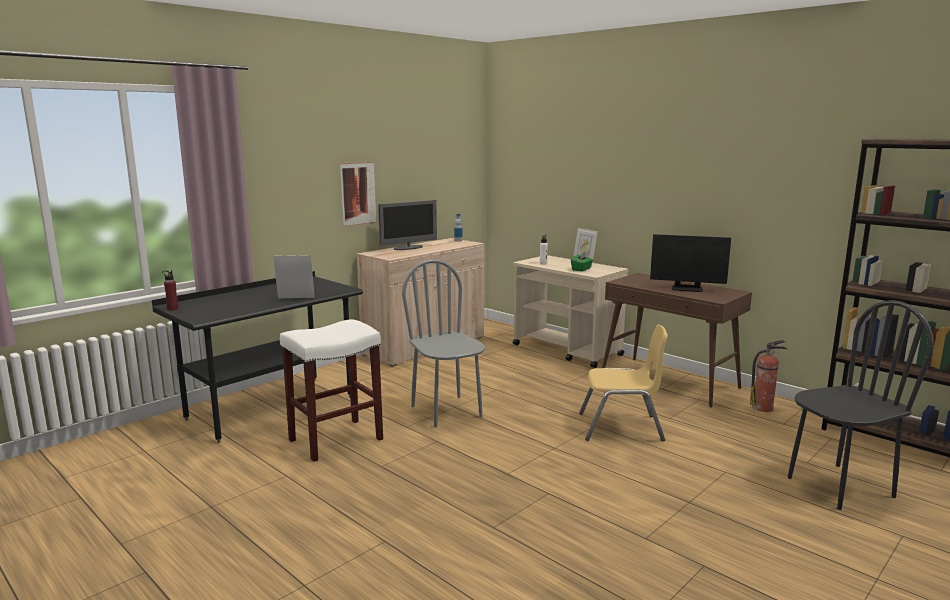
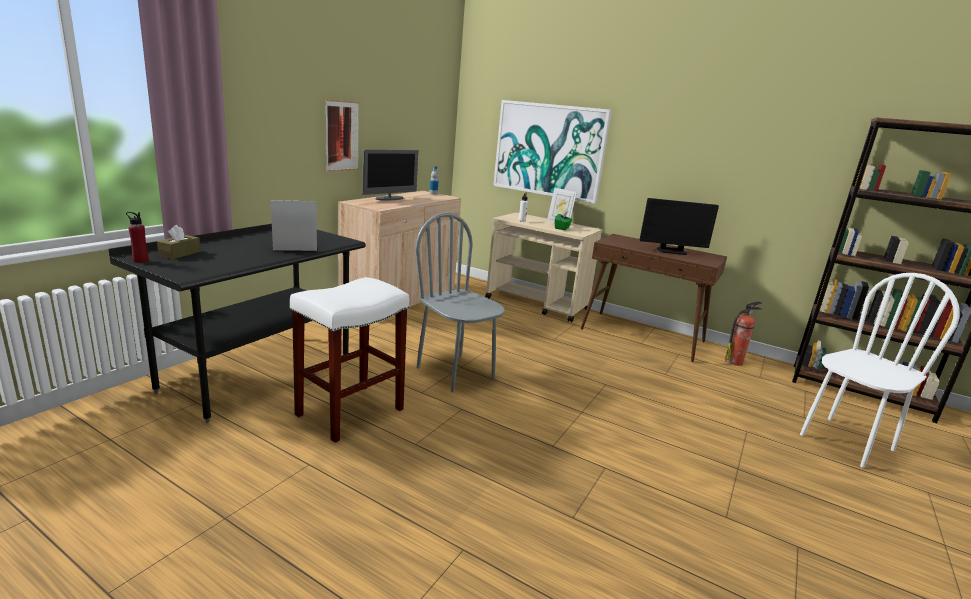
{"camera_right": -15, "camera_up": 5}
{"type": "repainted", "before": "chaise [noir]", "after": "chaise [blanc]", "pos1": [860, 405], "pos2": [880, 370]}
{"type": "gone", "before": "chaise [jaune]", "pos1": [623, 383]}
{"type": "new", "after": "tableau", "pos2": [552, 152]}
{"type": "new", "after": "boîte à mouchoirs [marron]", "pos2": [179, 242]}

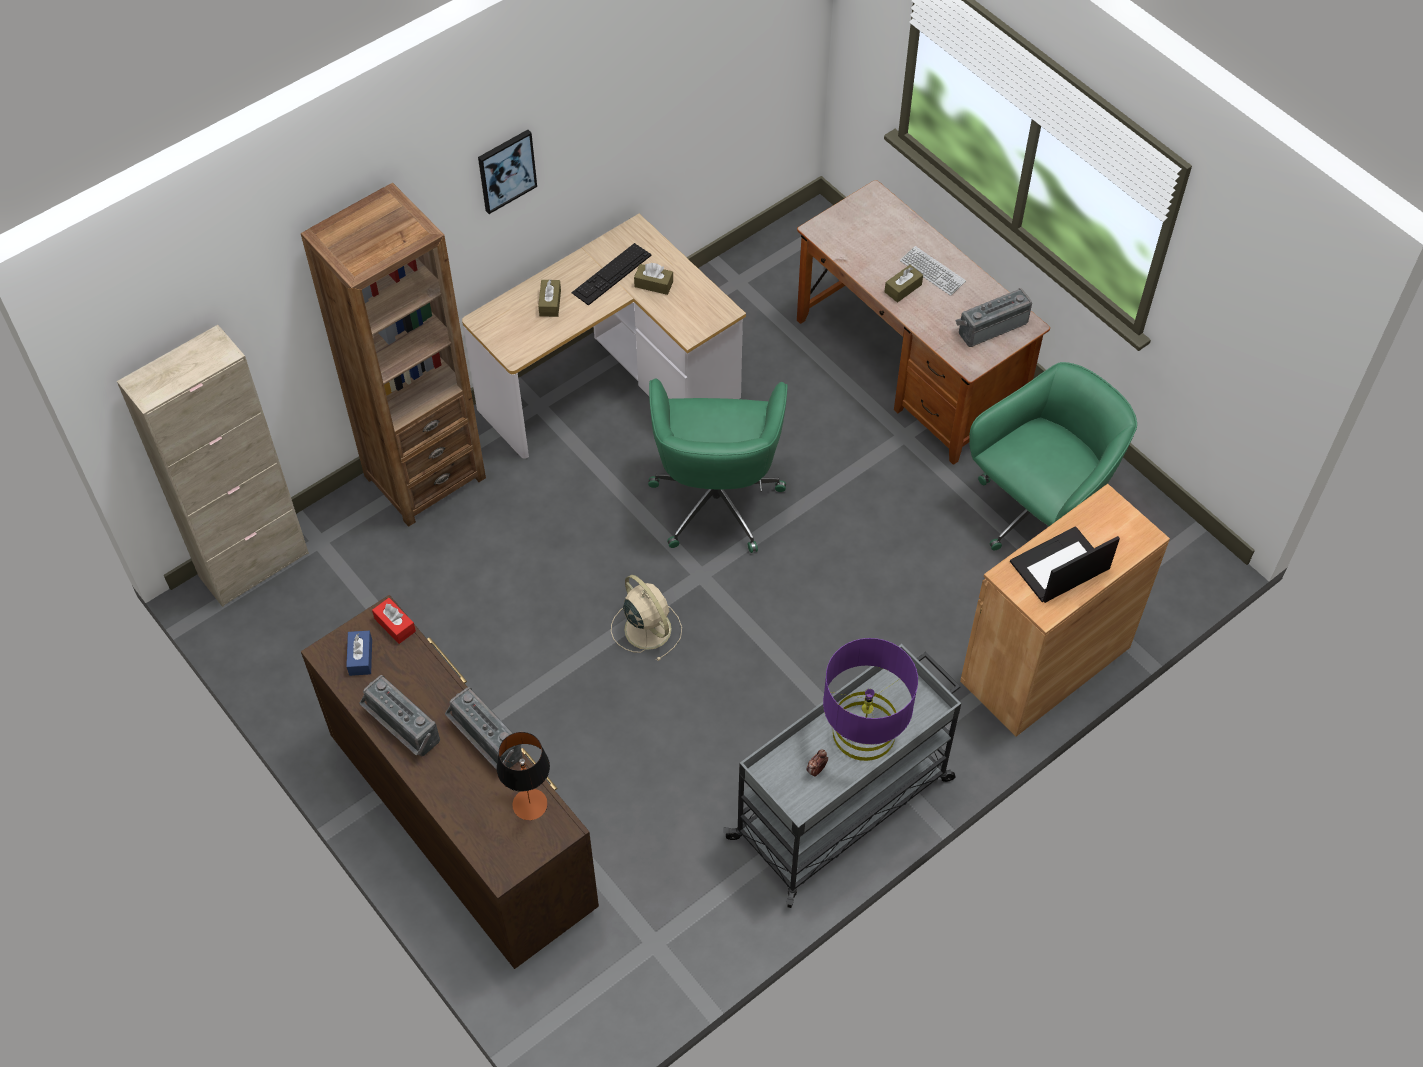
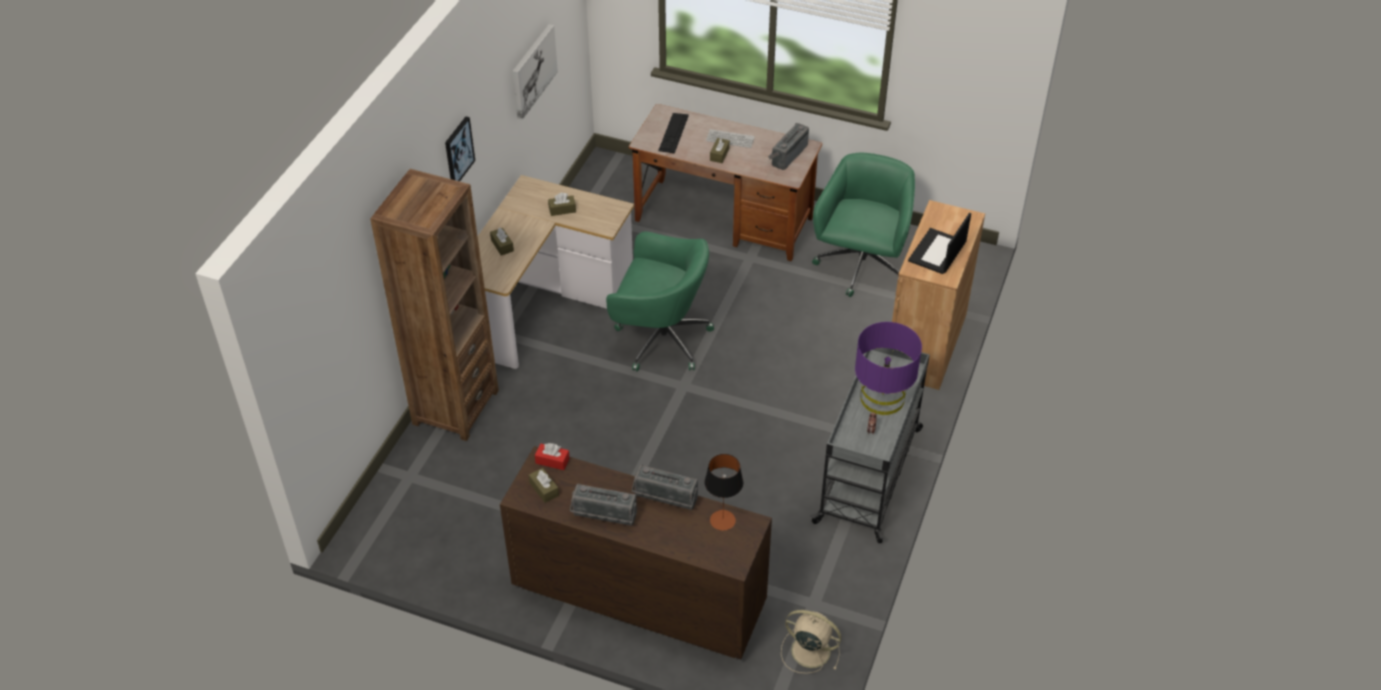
{"camera_right": -30, "camera_up": -10}
{"type": "shifted", "before": "clavier", "pos1": [611, 274], "pos2": [673, 133]}
{"type": "gone", "before": "meuble de rangement [beige]", "pos1": [213, 466]}
{"type": "rotated", "before": "chaise de bureau [vert]", "pos1": [718, 465], "pos2": [660, 301], "turn": -45}
{"type": "shifted", "before": "ventilateur [beige]", "pos1": [646, 618], "pos2": [811, 642]}
{"type": "repainted", "before": "boîte à mouchoirs [bleu]", "after": "boîte à mouchoirs [marron]", "pos1": [359, 653], "pos2": [544, 485]}
{"type": "new", "after": "tableau", "pos2": [535, 72]}

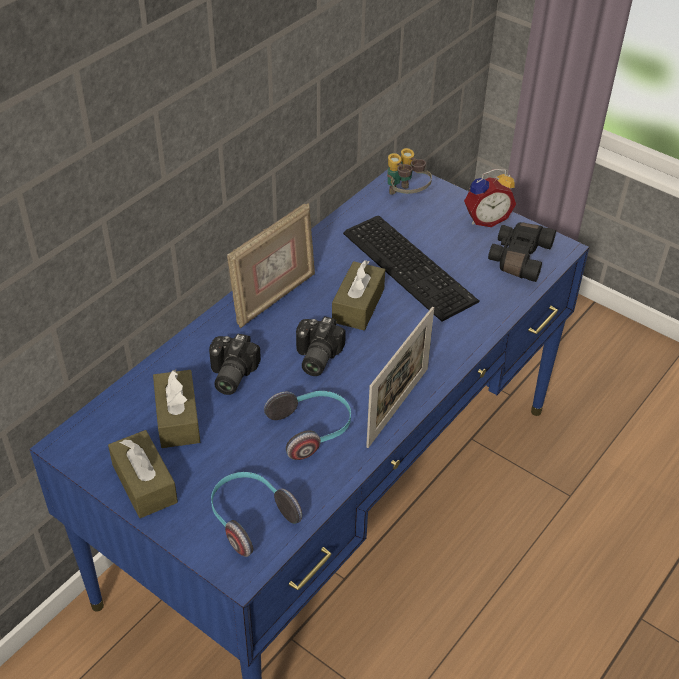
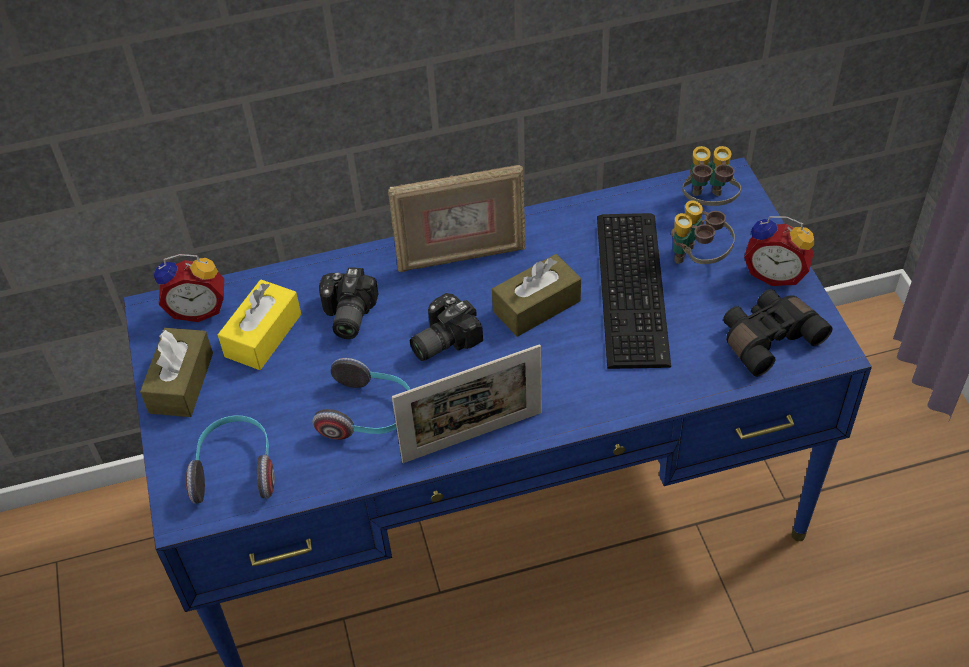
{"camera_right": 40, "camera_up": 5}
{"type": "rotated", "before": "appareil photo", "pos1": [235, 364], "pos2": [348, 303], "turn": -45}
{"type": "repainted", "before": "boîte à mouchoirs [marron]", "after": "boîte à mouchoirs [jaune]", "pos1": [176, 408], "pos2": [259, 325]}
{"type": "new", "after": "jumelles", "pos2": [703, 232]}
{"type": "new", "after": "réveil", "pos2": [189, 288]}

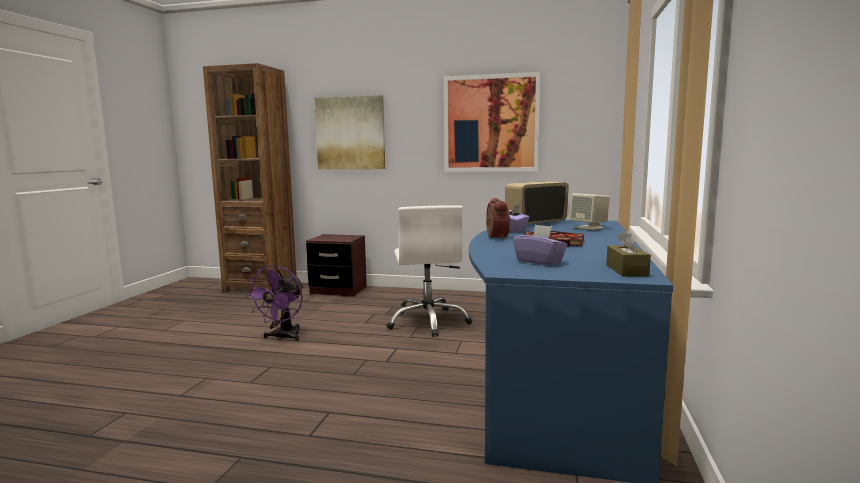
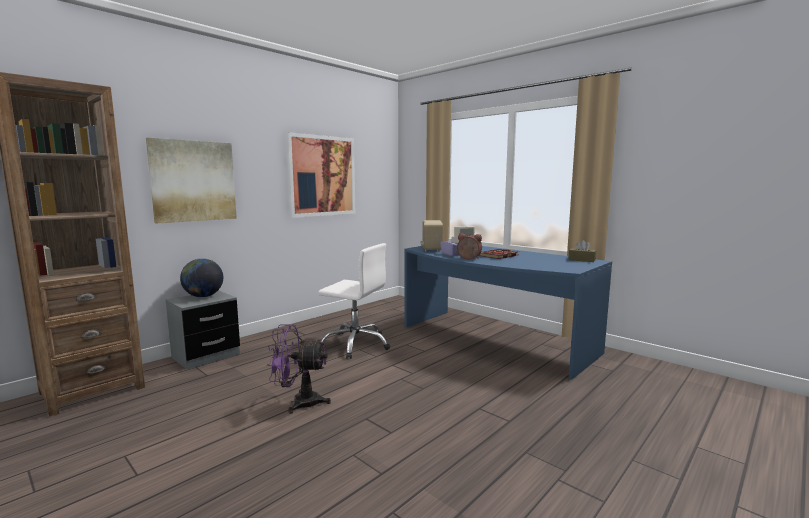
{"camera_right": -60, "camera_up": 0}
{"type": "gone", "before": "boîte à mouchoirs [violet]", "pos1": [540, 245]}
{"type": "repainted", "before": "table de chevet [marron]", "after": "table de chevet [gris]", "pos1": [336, 265], "pos2": [203, 330]}
{"type": "rotated", "before": "ventilateur [violet]", "pos1": [274, 303], "pos2": [299, 369], "turn": 135}
{"type": "new", "after": "globe", "pos2": [201, 277]}

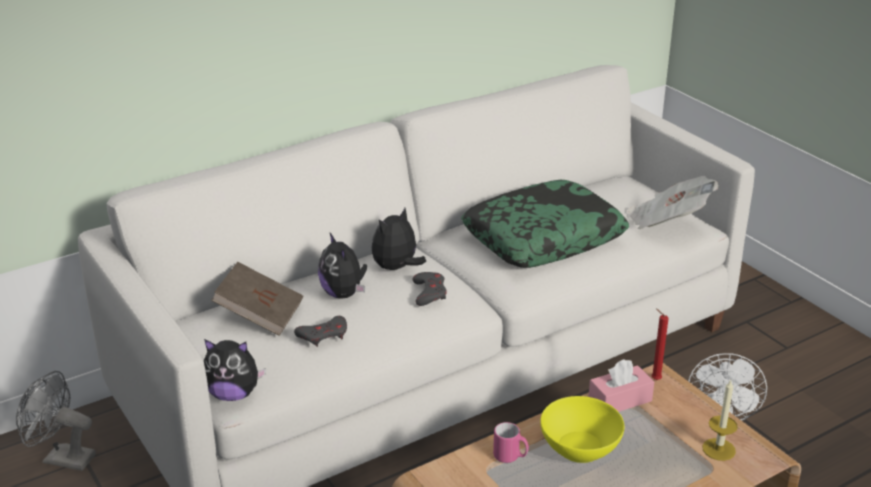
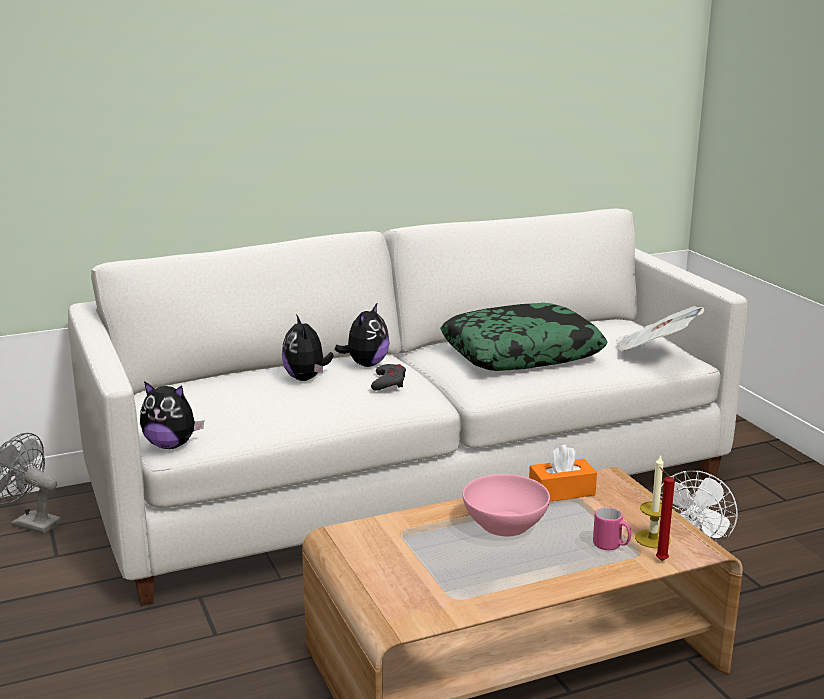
{"camera_right": 10, "camera_up": -10}
{"type": "rotated", "before": "peluche", "pos1": [399, 239], "pos2": [362, 334], "turn": 150}
{"type": "gone", "before": "livre [marron]", "pos1": [257, 299]}
{"type": "shifted", "before": "bougie [rouge]", "pos1": [660, 344], "pos2": [665, 514]}
{"type": "gone", "before": "manette [gris]", "pos1": [320, 331]}
{"type": "repainted", "before": "boîte à mouchoirs [rose]", "after": "boîte à mouchoirs [orange]", "pos1": [621, 385], "pos2": [563, 473]}
{"type": "repainted", "before": "bol [jaune]", "after": "bol [rose]", "pos1": [582, 429], "pos2": [506, 505]}
{"type": "shifted", "before": "mug [rose]", "pos1": [511, 442], "pos2": [612, 528]}

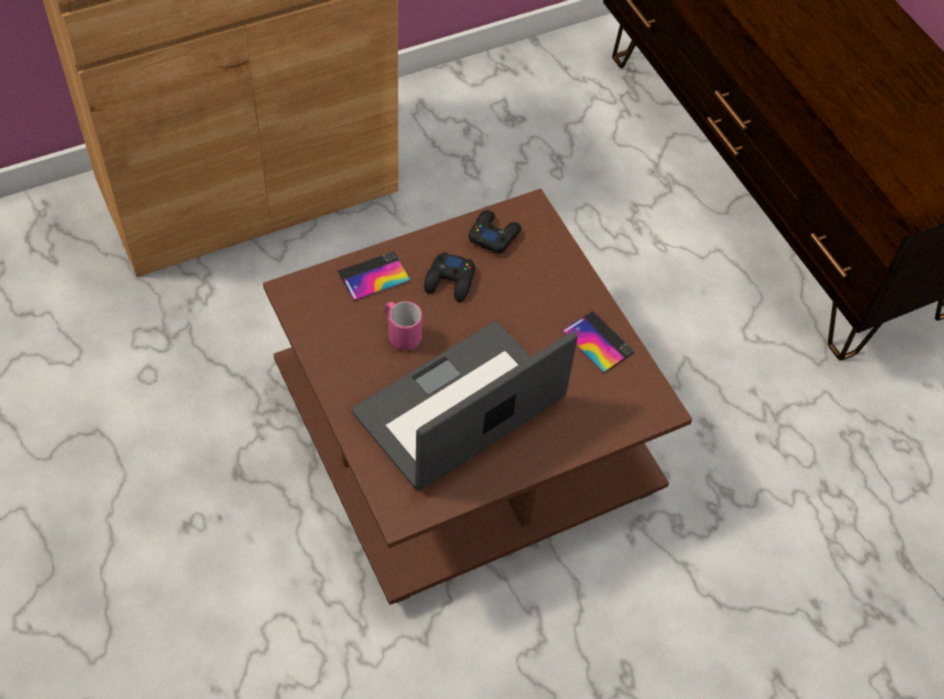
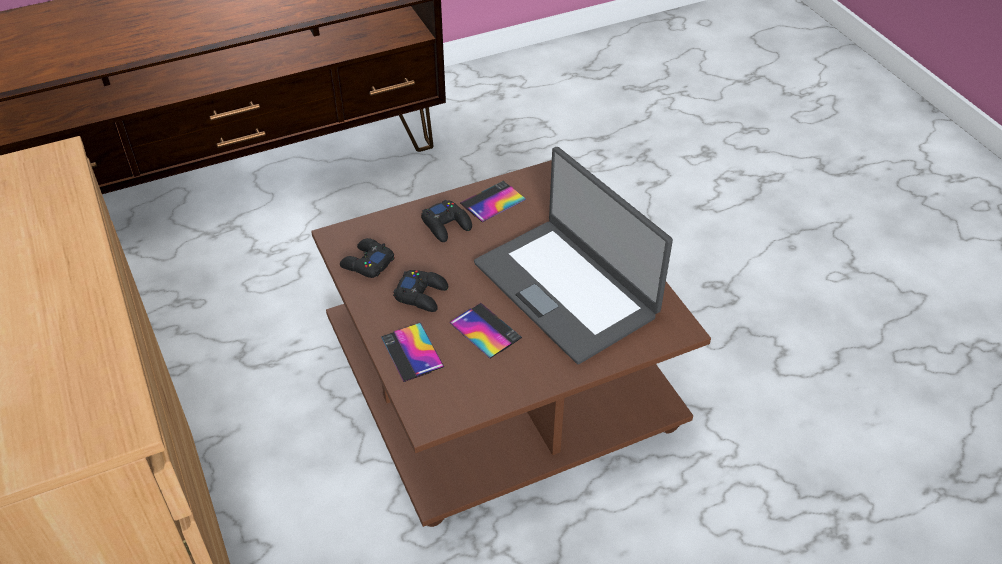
{"camera_right": -85, "camera_up": -10}
{"type": "swapped", "before": "mug [rose]", "after": "téléphone", "pos1": [403, 326], "pos2": [485, 331]}
{"type": "new", "after": "manette [noir]", "pos2": [446, 221]}

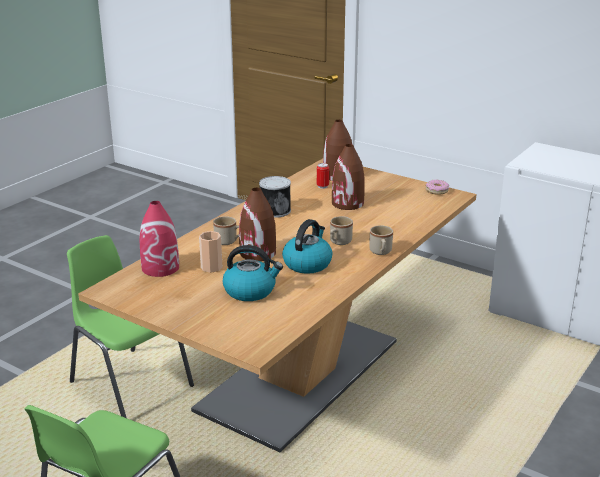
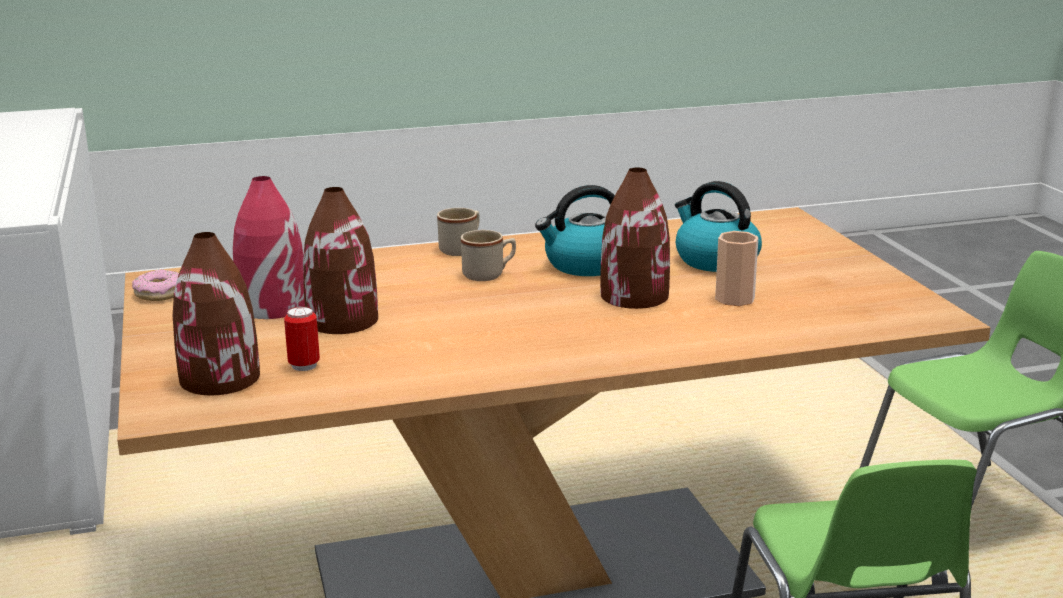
{"camera_right": -140, "camera_up": -5}
{"type": "gone", "before": "boîte métallique", "pos1": [275, 197]}
{"type": "shifted", "before": "vase [rouge]", "pos1": [159, 239], "pos2": [269, 247]}
{"type": "gone", "before": "mug [beige]", "pos1": [226, 230]}

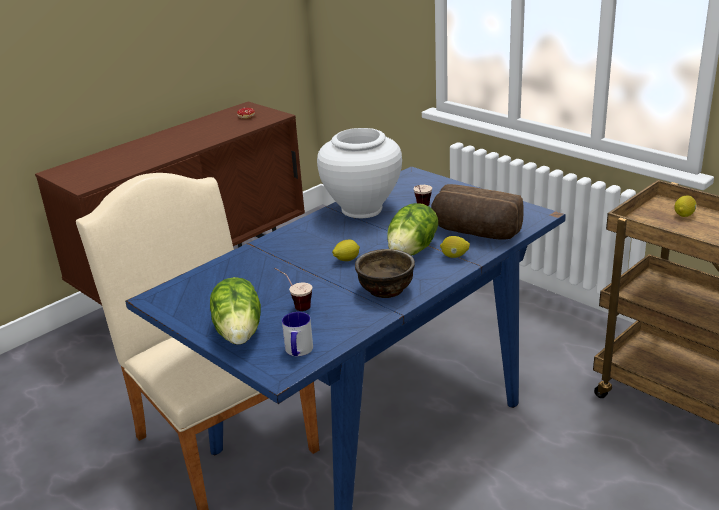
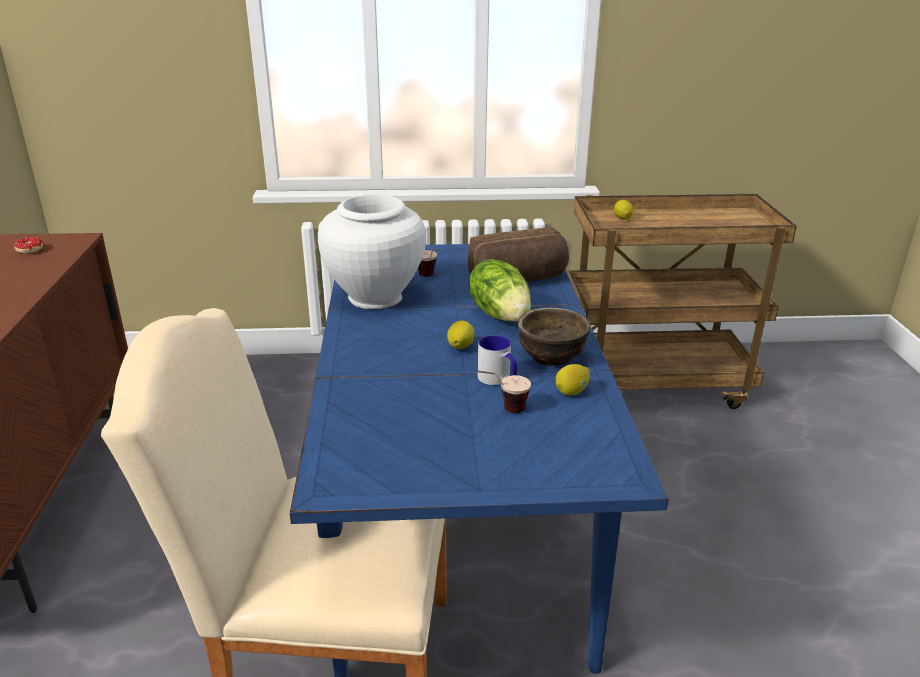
{"camera_right": -50, "camera_up": 0}
{"type": "shifted", "before": "citron", "pos1": [455, 247], "pos2": [573, 380]}
{"type": "gone", "before": "laitue", "pos1": [235, 311]}
{"type": "shifted", "before": "mug", "pos1": [297, 334], "pos2": [497, 360]}

